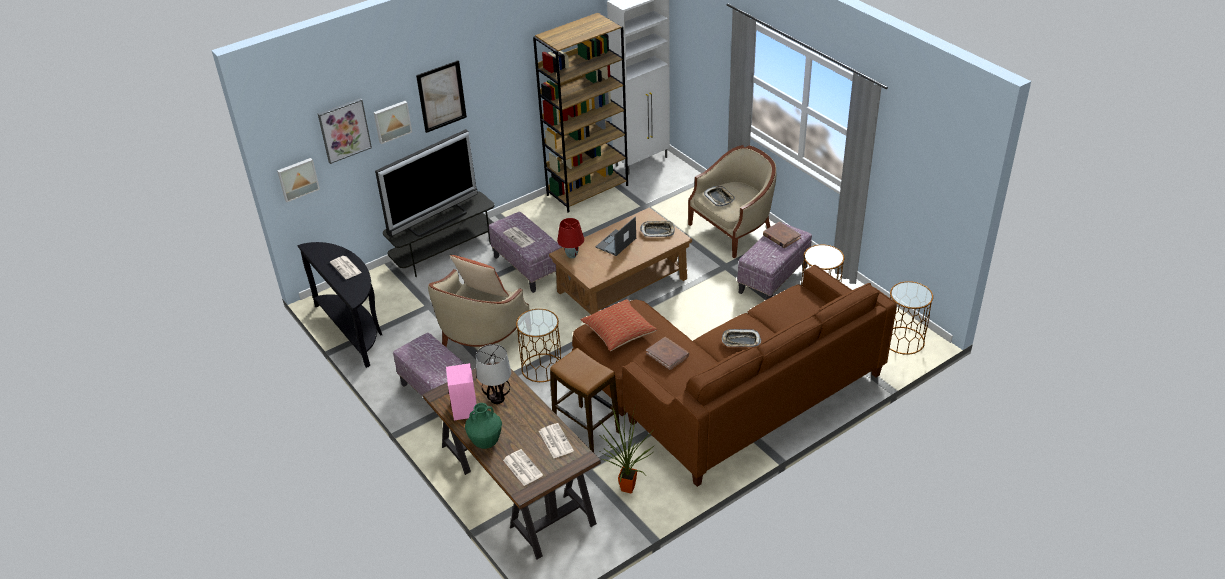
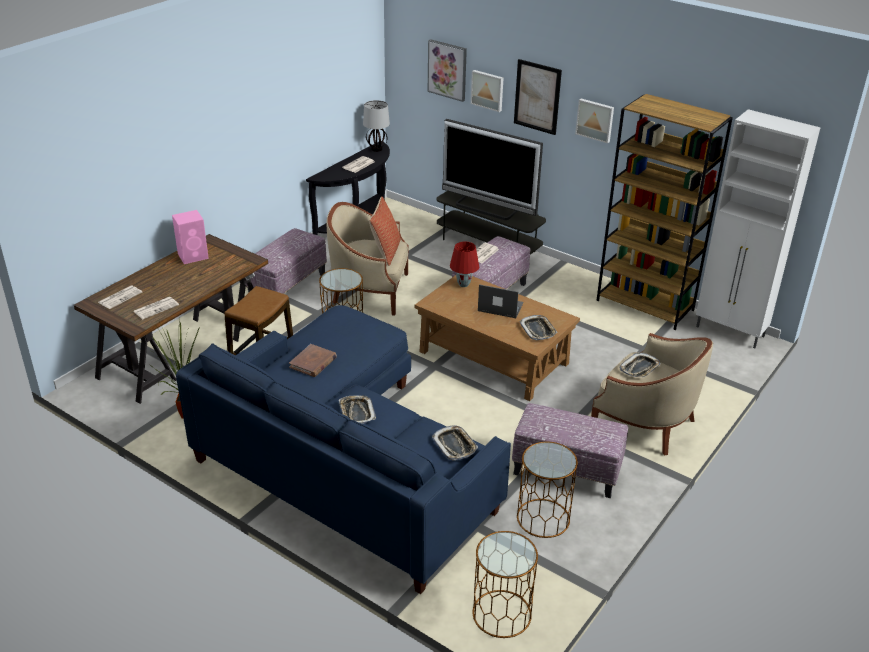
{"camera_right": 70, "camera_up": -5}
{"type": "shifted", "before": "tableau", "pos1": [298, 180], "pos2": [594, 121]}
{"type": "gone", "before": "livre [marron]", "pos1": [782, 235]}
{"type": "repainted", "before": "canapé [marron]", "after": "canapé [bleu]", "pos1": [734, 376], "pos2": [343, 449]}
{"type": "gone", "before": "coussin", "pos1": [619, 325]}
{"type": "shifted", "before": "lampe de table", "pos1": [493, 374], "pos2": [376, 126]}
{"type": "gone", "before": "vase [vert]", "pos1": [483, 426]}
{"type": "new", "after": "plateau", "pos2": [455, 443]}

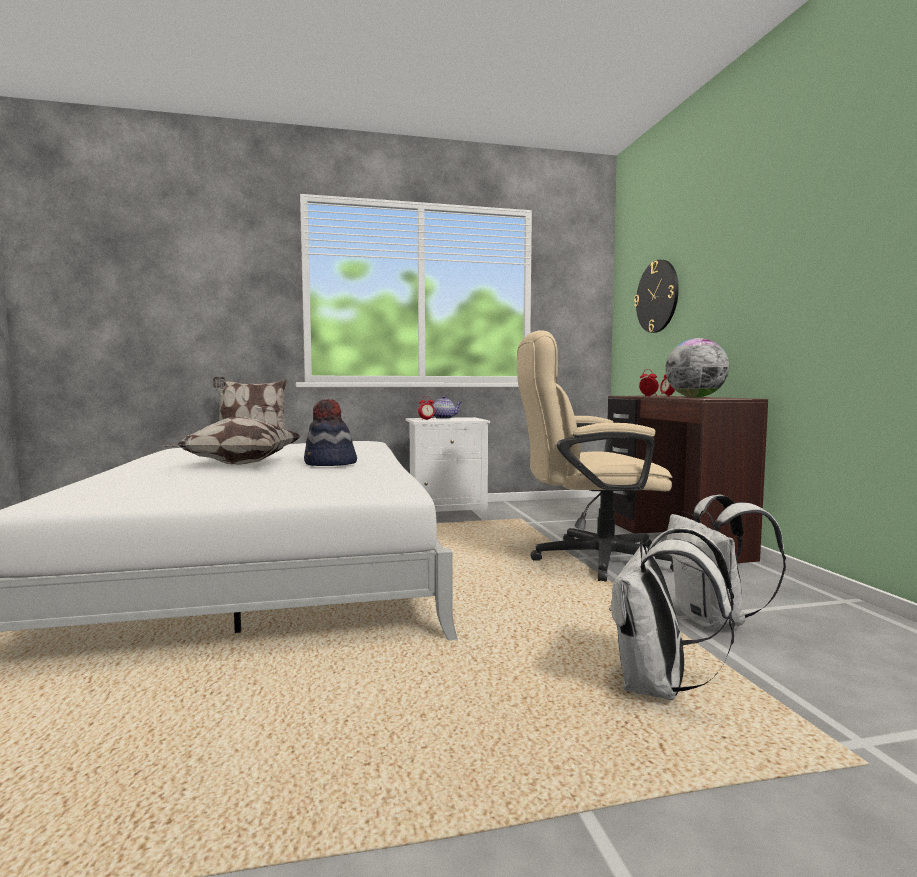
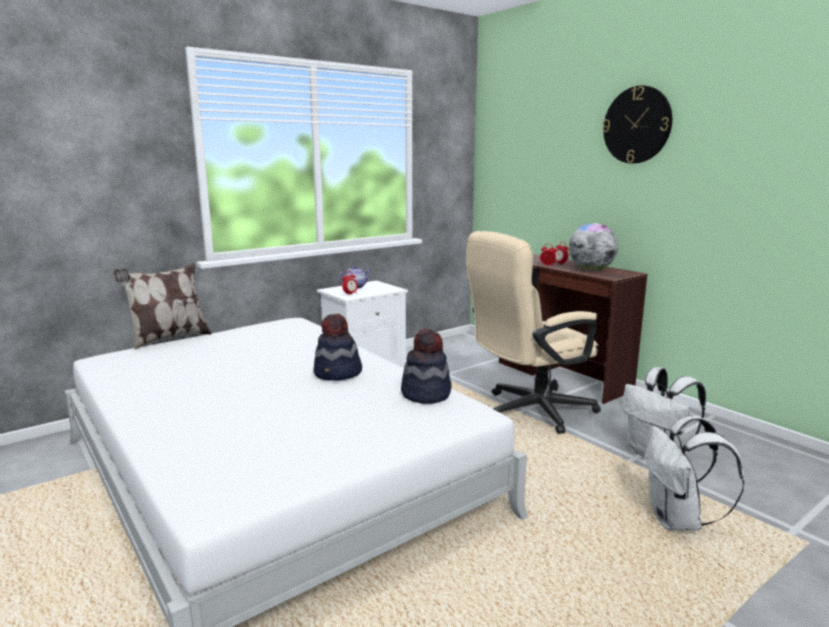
{"camera_right": -25, "camera_up": 10}
{"type": "shifted", "before": "horloge murale", "pos1": [656, 296], "pos2": [637, 125]}
{"type": "gone", "before": "coussin", "pos1": [232, 440]}
{"type": "new", "after": "chapeau", "pos2": [426, 366]}

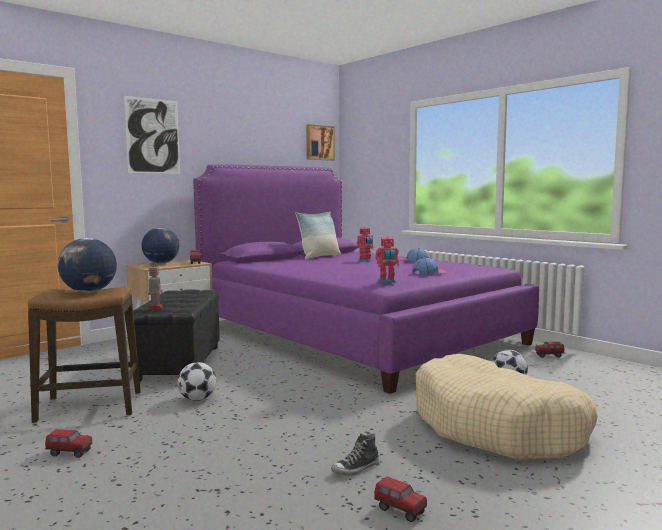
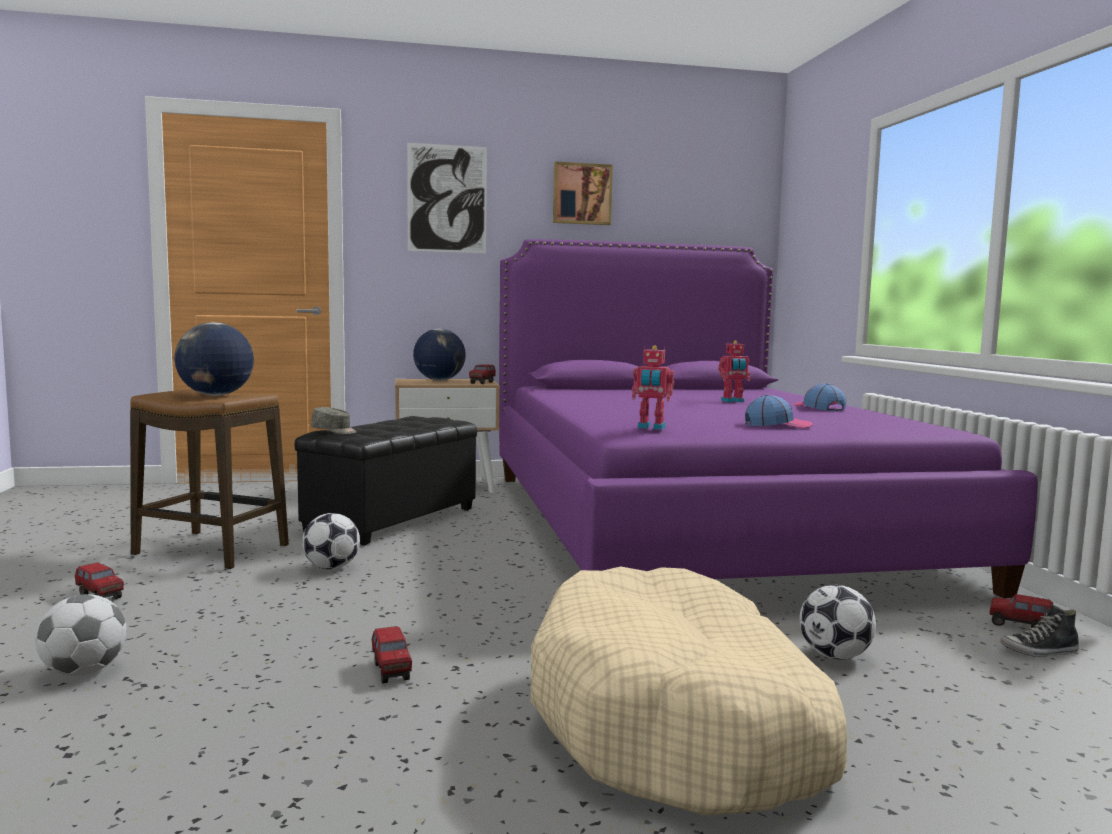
{"camera_right": 30, "camera_up": 0}
{"type": "shifted", "before": "tableau", "pos1": [320, 142], "pos2": [583, 193]}
{"type": "gone", "before": "coussin", "pos1": [318, 236]}
{"type": "swapped", "before": "robot jouet", "after": "casquette [gris]", "pos1": [155, 285], "pos2": [334, 420]}
{"type": "shifted", "before": "chaussure", "pos1": [355, 454], "pos2": [1040, 630]}
{"type": "shifted", "before": "camion jouet", "pos1": [400, 499], "pos2": [392, 654]}
{"type": "new", "after": "ballon de foot", "pos2": [81, 635]}

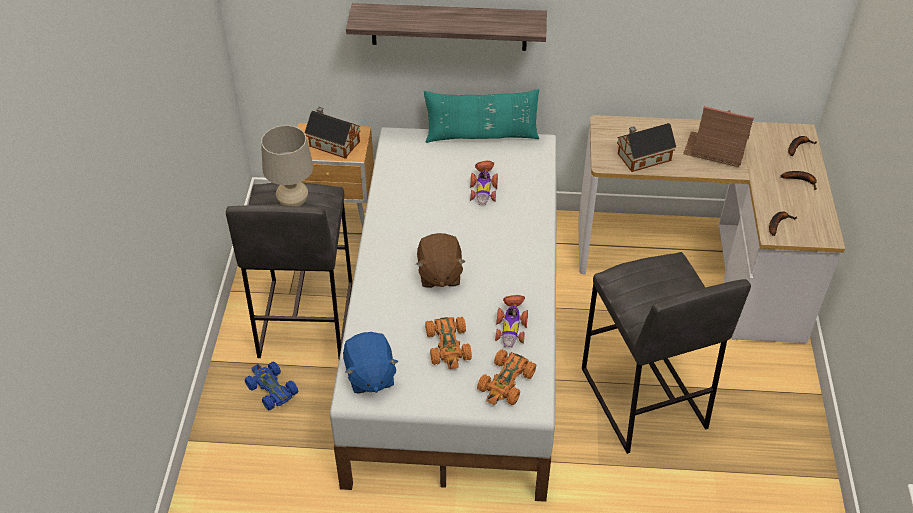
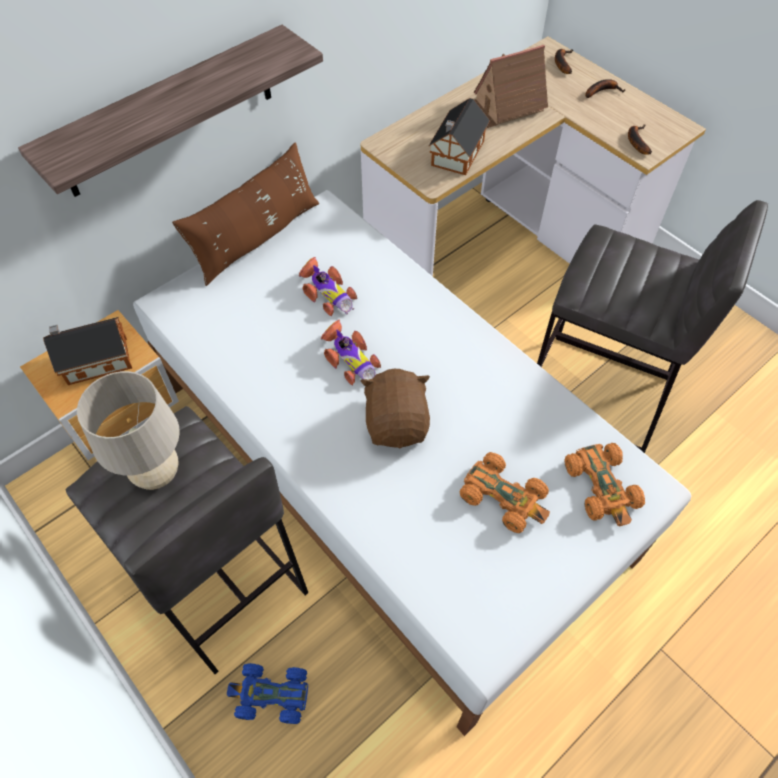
{"camera_right": -45, "camera_up": 10}
{"type": "repainted", "before": "coussin [turquoise]", "after": "coussin [marron]", "pos1": [481, 116], "pos2": [245, 214]}
{"type": "rotated", "before": "peluche [marron]", "pos1": [440, 260], "pos2": [395, 408], "turn": -135}
{"type": "shifted", "before": "petite voiture", "pos1": [511, 321], "pos2": [351, 352]}
{"type": "gone", "before": "peluche [bleu]", "pos1": [370, 362]}

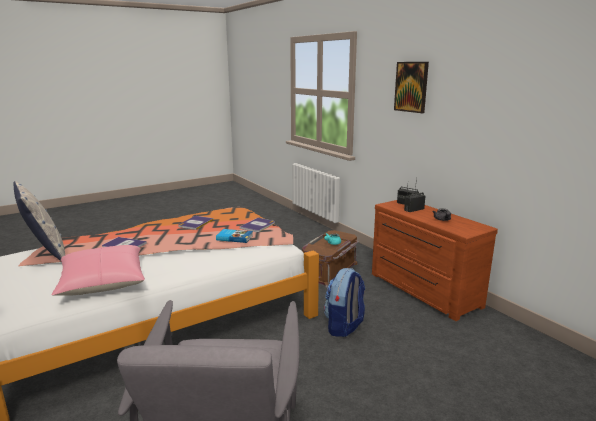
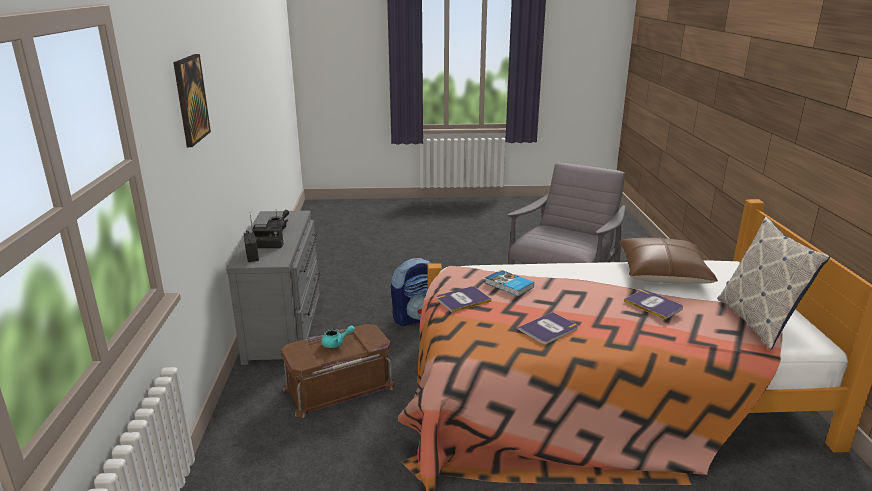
{"camera_right": -150, "camera_up": 5}
{"type": "repainted", "before": "commode [marron]", "after": "commode [gris]", "pos1": [435, 260], "pos2": [273, 288]}
{"type": "repainted", "before": "coussin [rose]", "after": "coussin [marron]", "pos1": [98, 270], "pos2": [669, 261]}

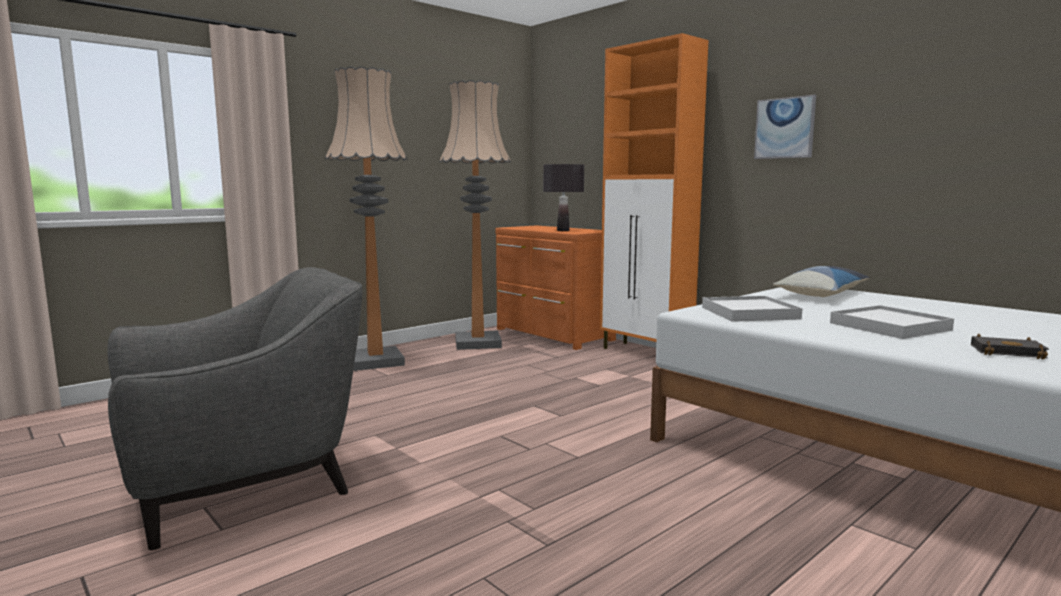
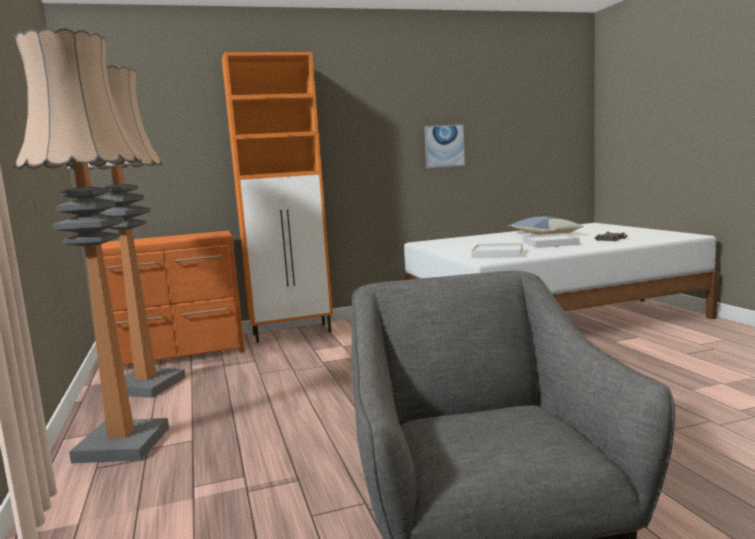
{"camera_right": -65, "camera_up": 0}
{"type": "shifted", "before": "tableau", "pos1": [785, 127], "pos2": [444, 146]}
{"type": "gone", "before": "lampe de table [noir]", "pos1": [563, 197]}
{"type": "shifted", "before": "coussin", "pos1": [821, 281], "pos2": [545, 225]}

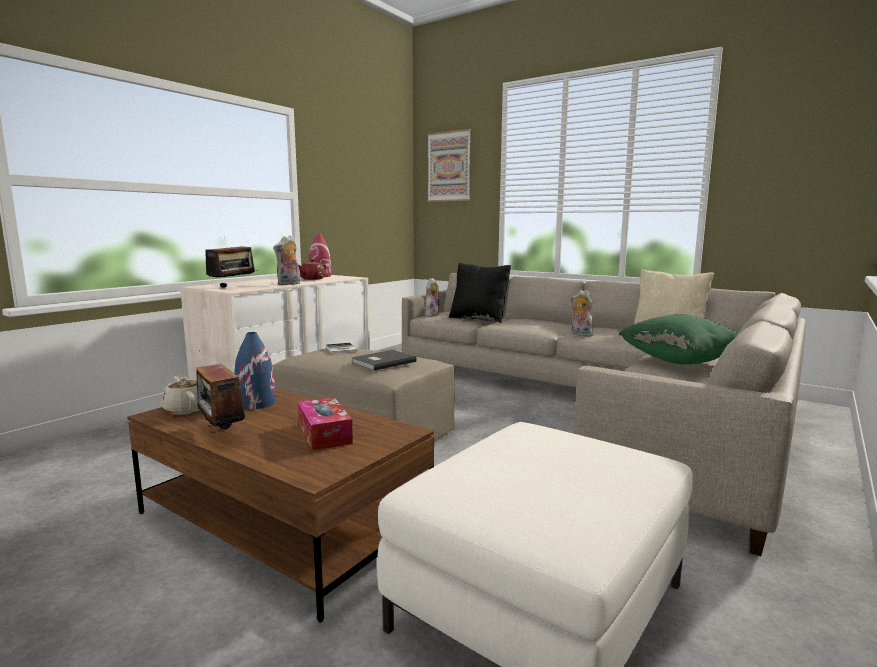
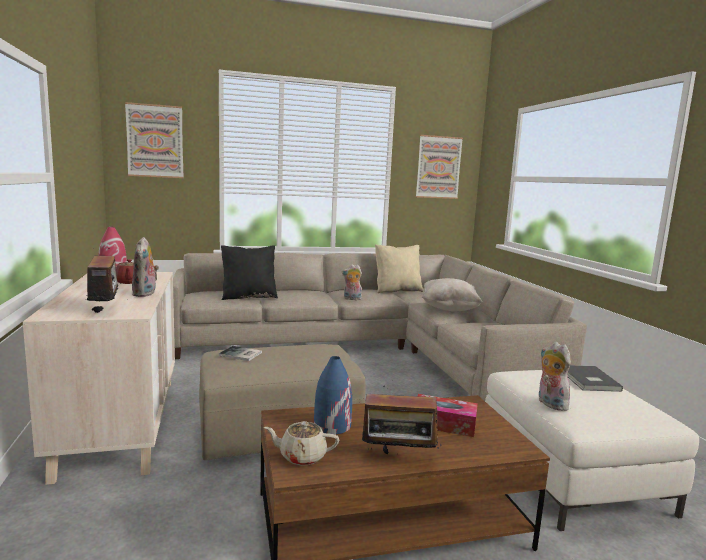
{"camera_right": -50, "camera_up": 0}
{"type": "shifted", "before": "peluche", "pos1": [431, 297], "pos2": [554, 376]}
{"type": "repainted", "before": "coussin [vert]", "after": "coussin [beige]", "pos1": [678, 339], "pos2": [452, 294]}
{"type": "shifted", "before": "livre [gris]", "pos1": [384, 360], "pos2": [595, 378]}
{"type": "new", "after": "tableau", "pos2": [439, 167]}

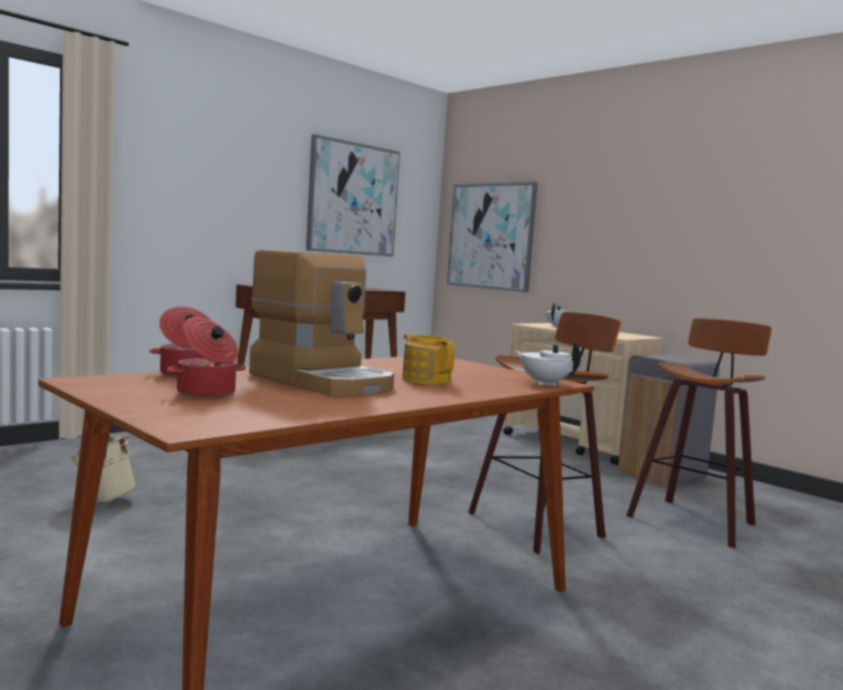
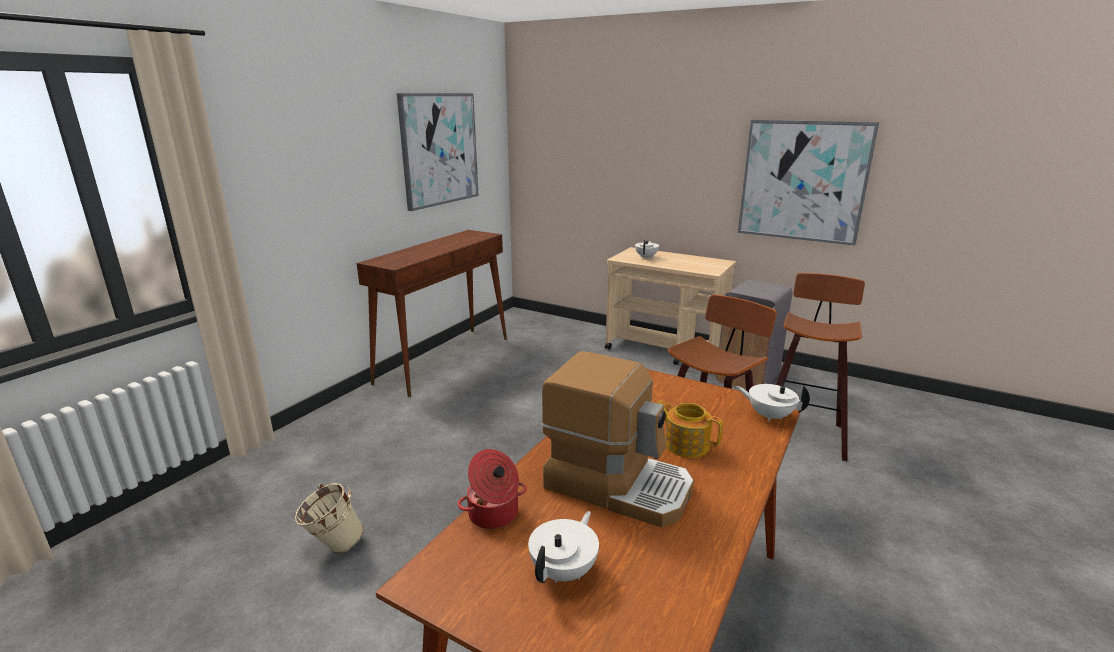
{"camera_right": -15, "camera_up": 15}
{"type": "shifted", "before": "tableau", "pos1": [492, 237], "pos2": [808, 183]}
{"type": "swapped", "before": "marmite", "after": "théière [blanc]", "pos1": [206, 357], "pos2": [563, 547]}

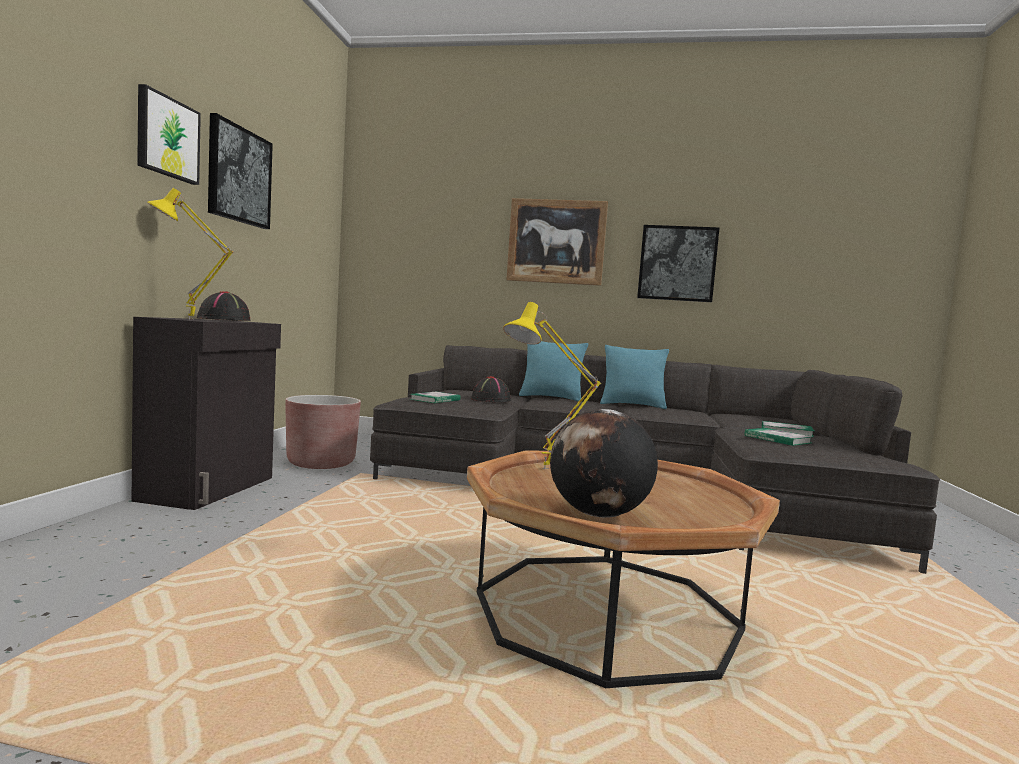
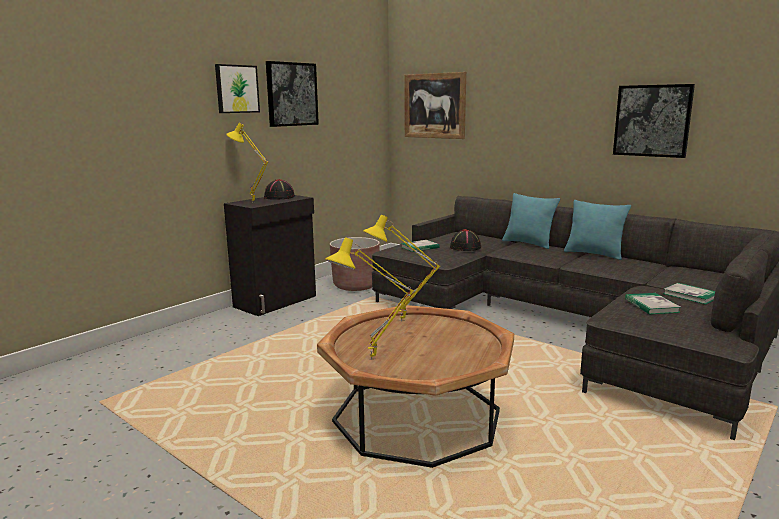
{"camera_right": 30, "camera_up": 10}
{"type": "shifted", "before": "tableau", "pos1": [557, 242], "pos2": [435, 105]}
{"type": "swapped", "before": "globe", "after": "lampe de table [jaune]", "pos1": [604, 463], "pos2": [369, 298]}

